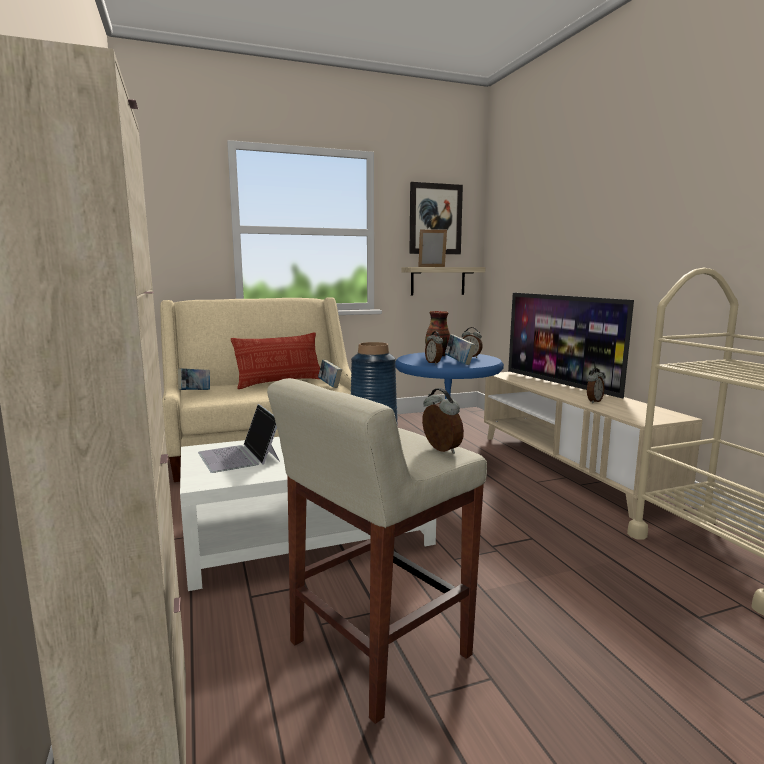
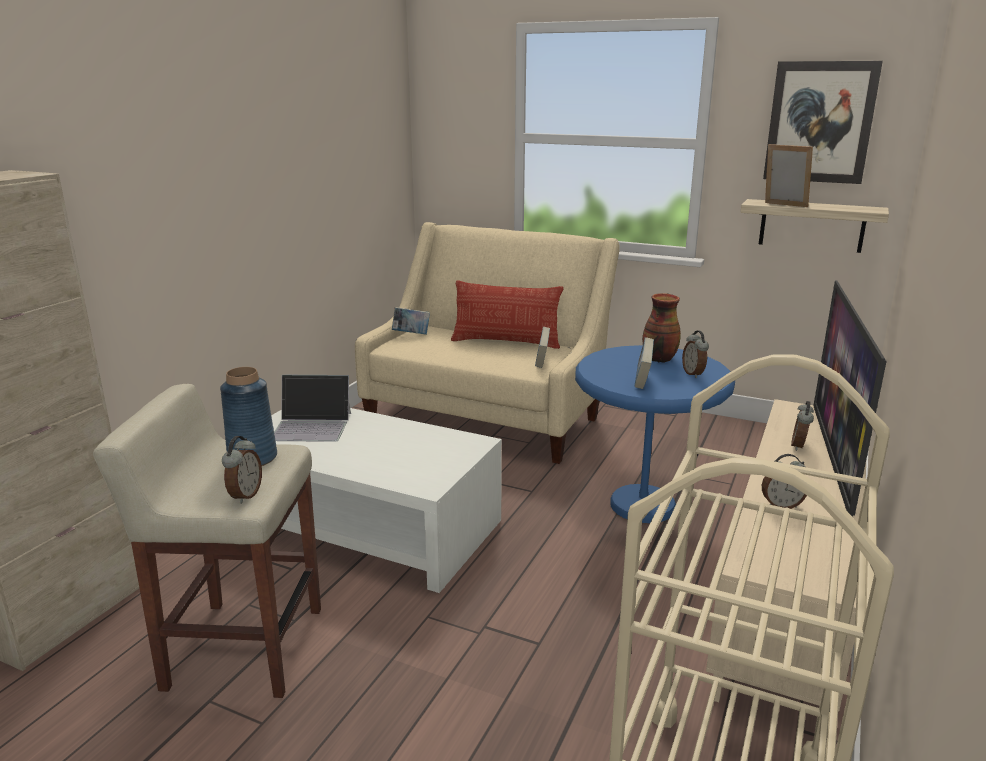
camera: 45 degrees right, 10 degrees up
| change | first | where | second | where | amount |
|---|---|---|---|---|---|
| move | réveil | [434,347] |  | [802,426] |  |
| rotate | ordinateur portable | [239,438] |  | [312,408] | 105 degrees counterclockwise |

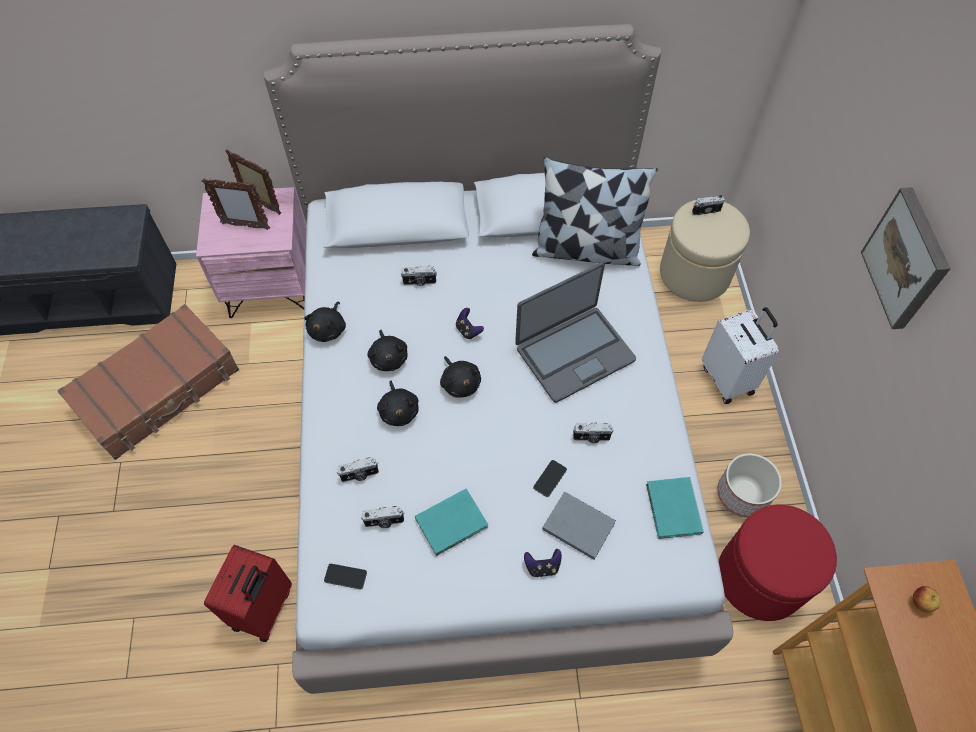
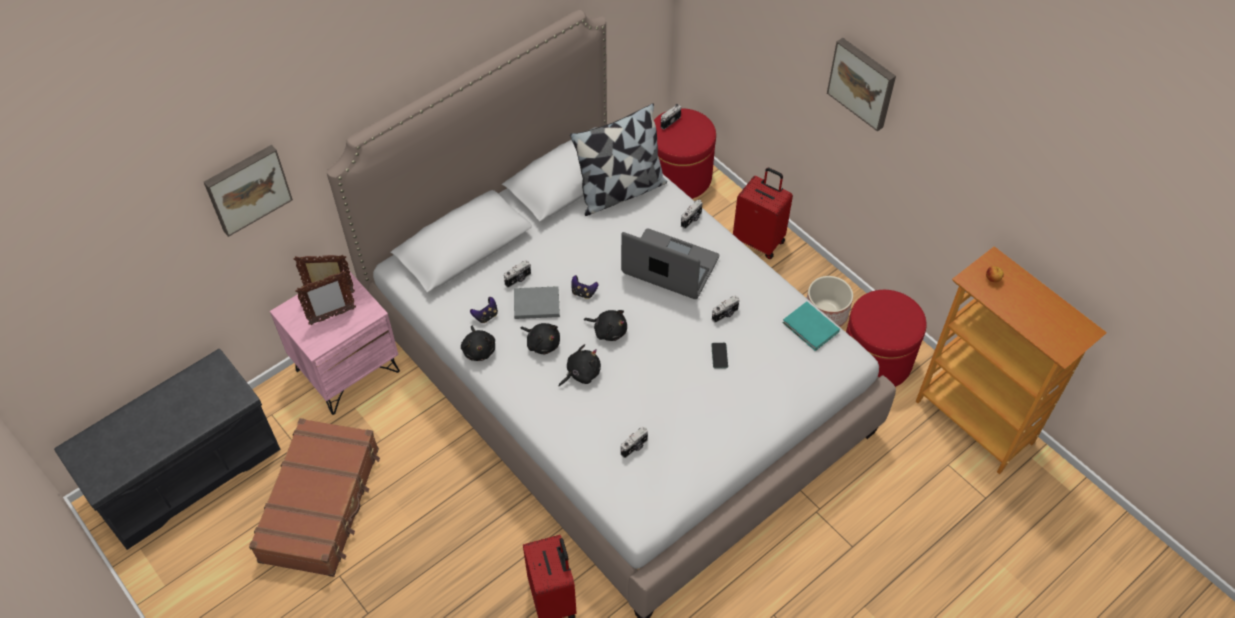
camera: 35 degrees left, 5 degrees down
| change | first | where | second | where | amount |
|---|---|---|---|---|---|
| recolor | pouf [beige] | [705,251] | pouf [rouge] | [685,153] |  |
| rotate | ordinateur portable | [575,332] |  | [670,263] | 90 degrees counterclockwise |
| recolor | valise [blanc] | [740,355] | valise [rouge] | [763,213] |  |
| rotate | peluche [noir] | [397,403] |  | [579,365] | 75 degrees counterclockwise |
| move | appareil photo | [358,469] |  | [691,214] |  |
| delete | livre [turquoise] | [451,522] |  |  |  |
| move | livre [gris] | [579,525] |  | [537,302] |  |
| move | manette | [543,563] |  | [484,310] |  |
| delete | téléphone | [345,576] |  |  |  |
| insert |  |  | tableau | [248,191] |  |

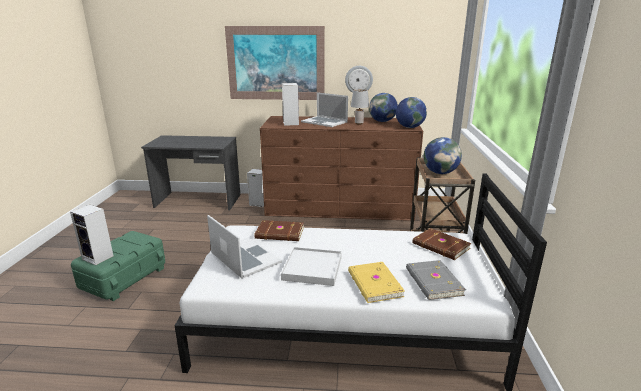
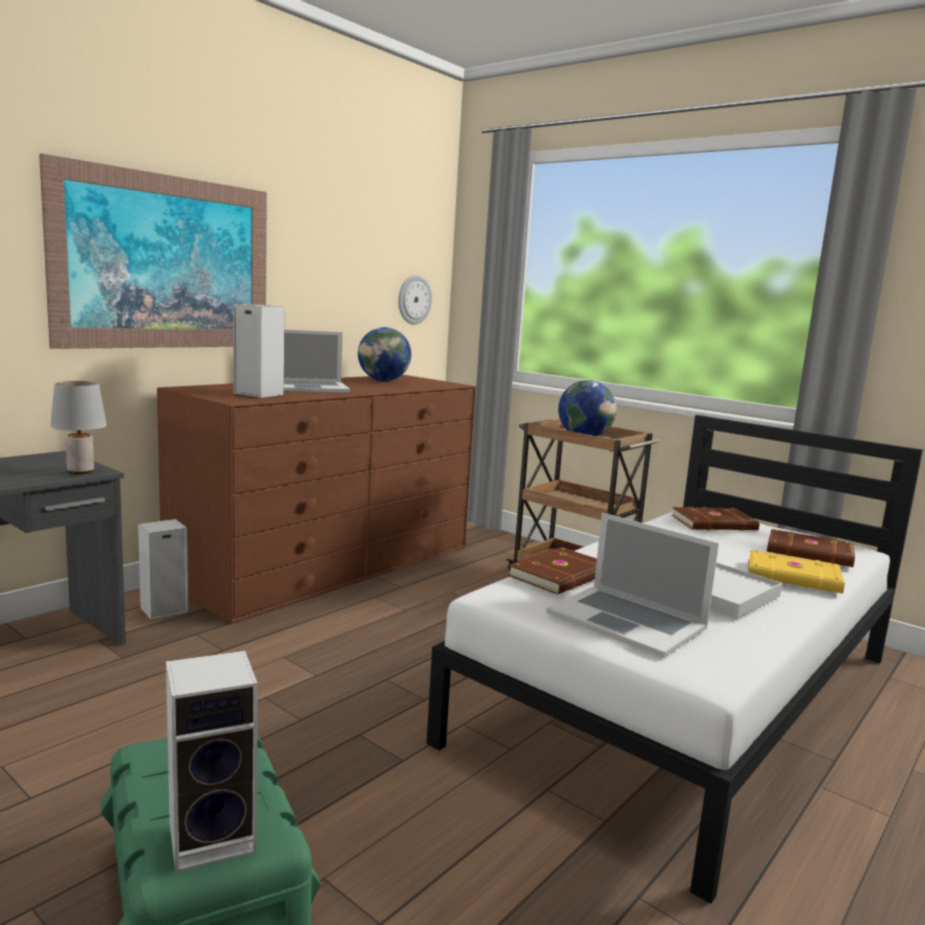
camera: 55 degrees left, 10 degrees down
| change | first | where | second | where | amount |
|---|---|---|---|---|---|
| move | horloge murale | [359,79] |  | [415,299] |  |
| move | lampe de table [gris] | [360,106] |  | [78,427] |  |
| delete | globe | [411,112] |  |  |  |
| rotate | ordinateur portable | [244,246] |  | [632,585] | 135 degrees counterclockwise |
| recolor | livre [gris] | [436,280] | livre [marron] | [811,548] |  |

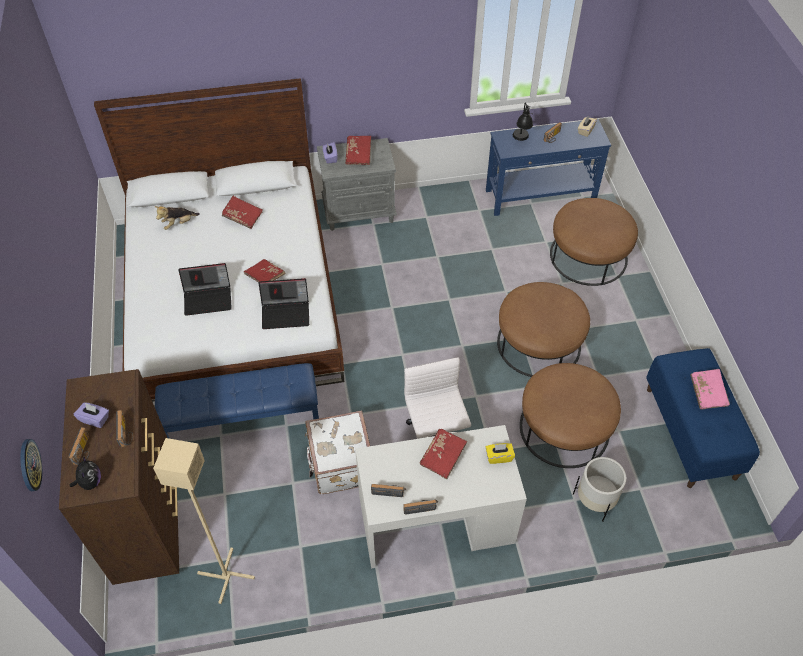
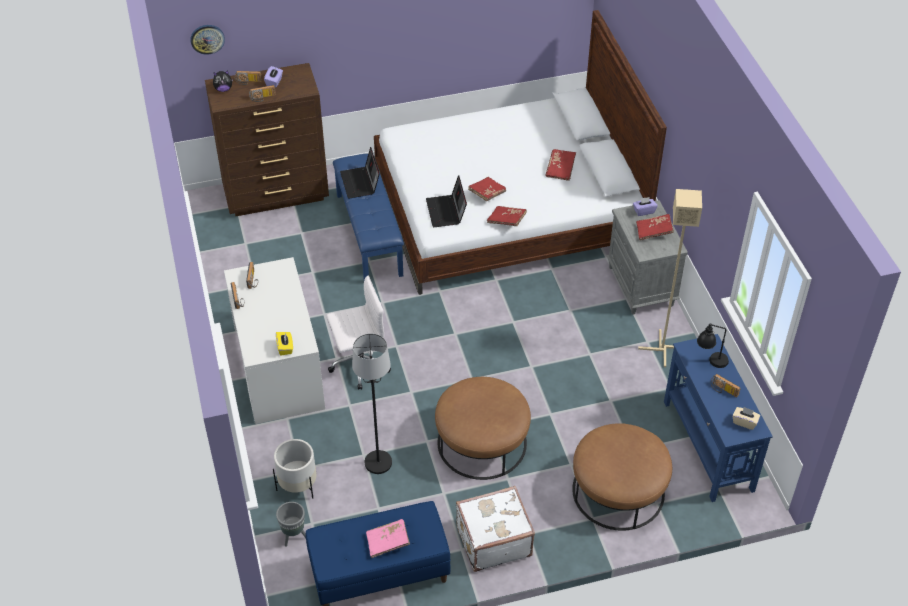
camera: 85 degrees right, 5 degrees down
| change | first | where | second | where | amount |
|---|---|---|---|---|---|
| delete | peluche | [177,218] |  |  |  |
| move | ordinateur portable | [205,289] |  | [360,172] |  |
| replace | pouf [marron] | [570,415] | lampadaire [noir] | [372,403] |  |
| move | valise [blanc] | [337,452] |  | [495,529] |  |
| move | livre [rouge] | [443,454] |  | [507,216] |  |
| move | lampadaire [beige] | [204,521] |  | [670,278] |  |
| insert |  |  | cache-pot [gris] | [291,524] |  |

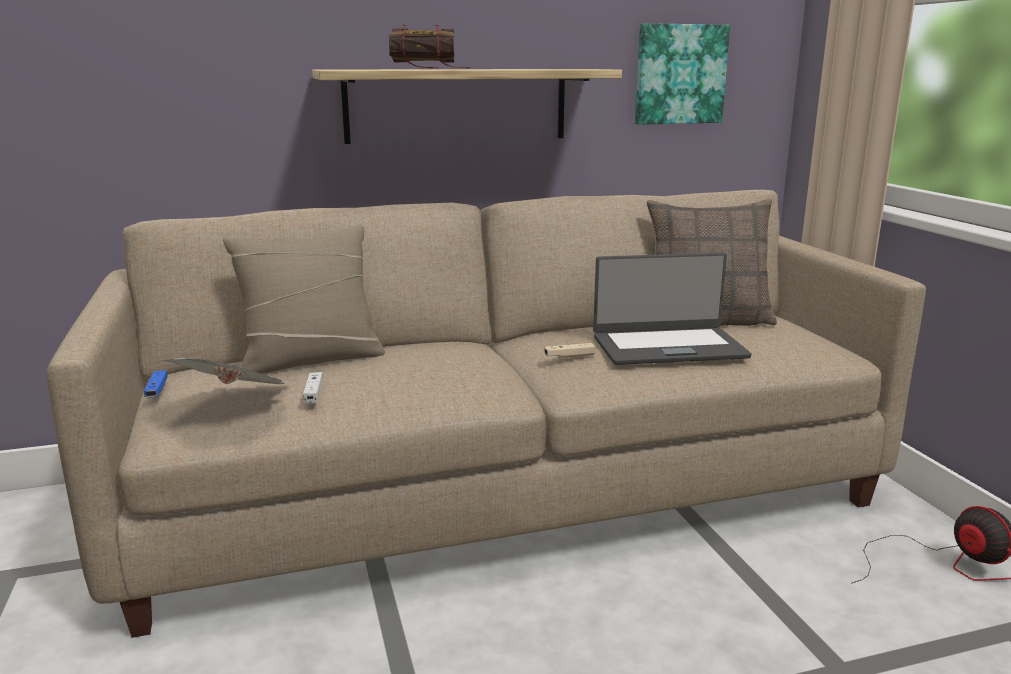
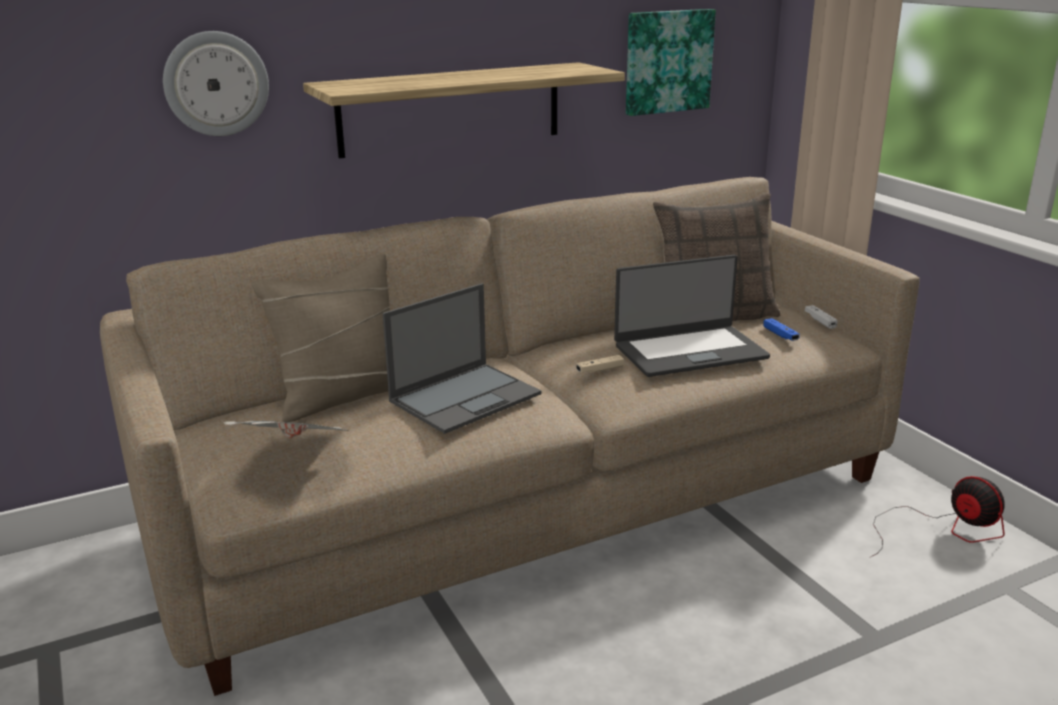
camera: 10 degrees left, 5 degrees up
| change | first | where | second | where | amount |
|---|---|---|---|---|---|
| delete | livre | [429,46] |  |  |  |
| move | manette [bleu] | [156,383] |  | [781,329] |  |
| move | manette [blanc] | [313,388] |  | [821,317] |  |
| insert |  |  | horloge murale | [216,83] |  |
| insert |  |  | ordinateur portable | [462,358] |  |

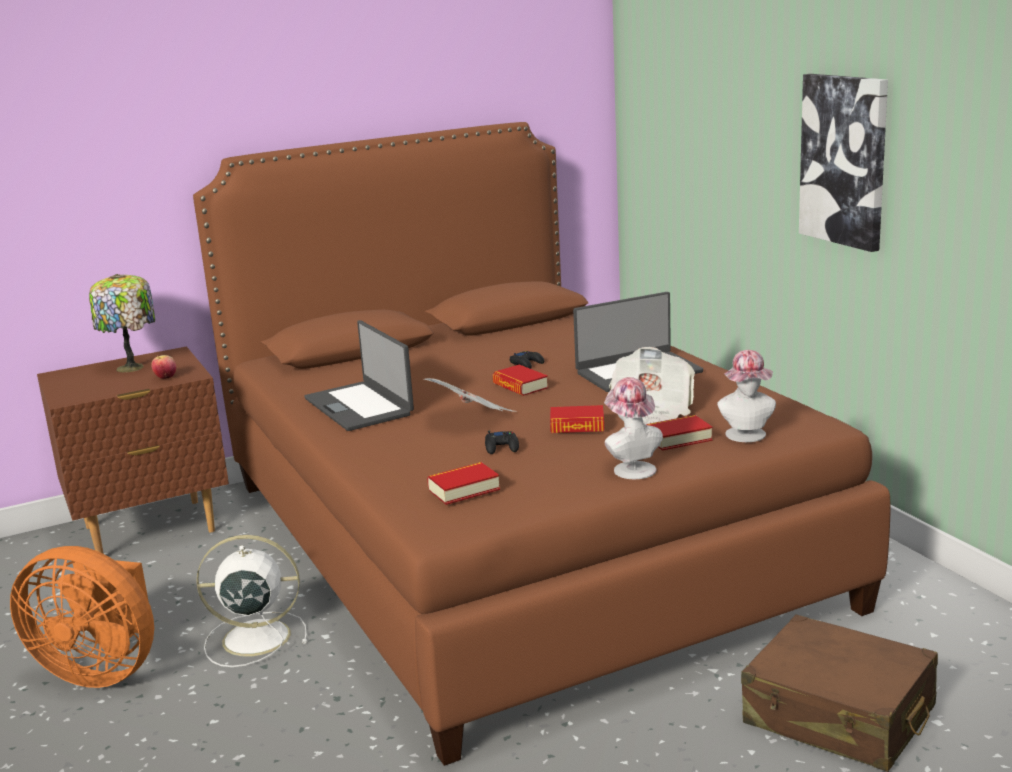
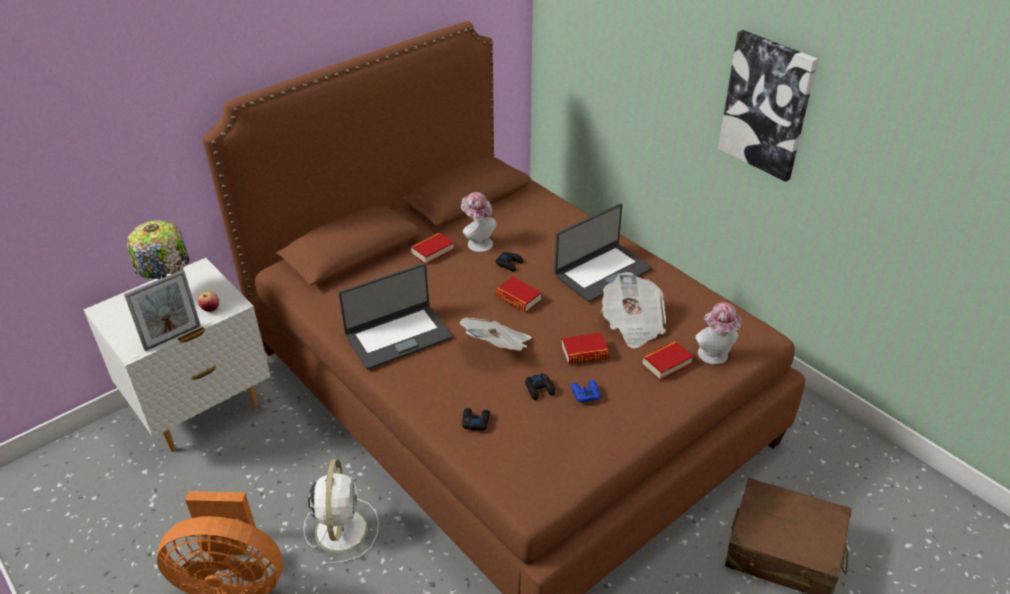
camera: 15 degrees left, 20 degrees up
| change | first | where | second | where | amount |
|---|---|---|---|---|---|
| rotate | ordinateur portable | [359,375] |  | [395,316] | 75 degrees counterclockwise |
| recolor | table de chevet [marron] | [133,450] | table de chevet [blanc] | [177,355] |  |
| move | chapeau | [633,428] |  | [478,222] |  |
| move | livre | [463,483] |  | [432,248] |  |
| rotate | ventilateur [blanc] | [251,601] |  | [341,512] | 105 degrees clockwise |
| insert |  |  | cadre photo | [162,310] |  |
| insert |  |  | manette [bleu] | [585,391] |  |
| insert |  |  | manette [noir] | [476,419] |  |

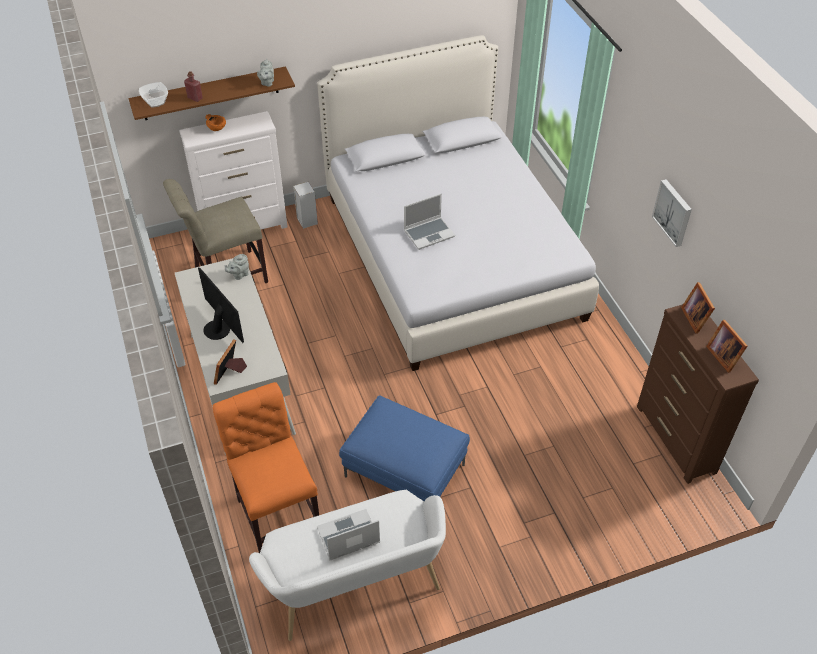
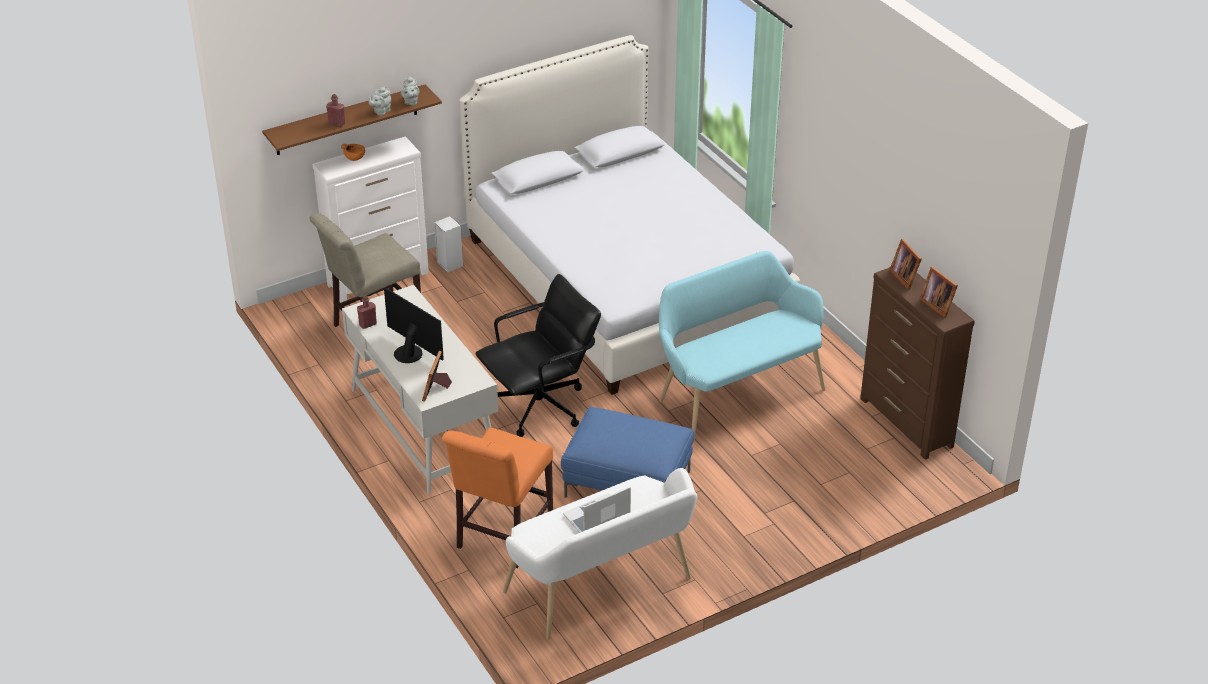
camera: 10 degrees left, 10 degrees down
| change | first | where | second | where | amount |
|---|---|---|---|---|---|
| delete | bol | [153,95] |  |  |  |
| delete | tableau | [672,213] |  |  |  |
| delete | ordinateur portable | [429,222] |  |  |  |
| move | théière [gris] | [237,267] |  | [379,101] |  |
| rotate | chaise [orange] | [266,467] |  | [497,497] | 120 degrees counterclockwise |
| insert |  |  | banc [turquoise] | [742,347] |  |
| insert |  |  | chaise de bureau [noir] | [538,355] |  |
| insert |  |  | bouteille [rouge] | [367,312] |  |

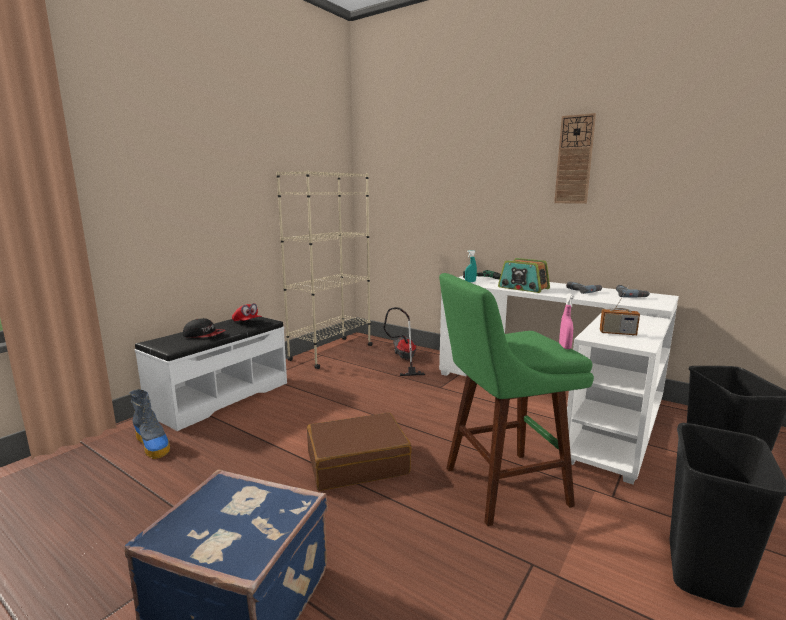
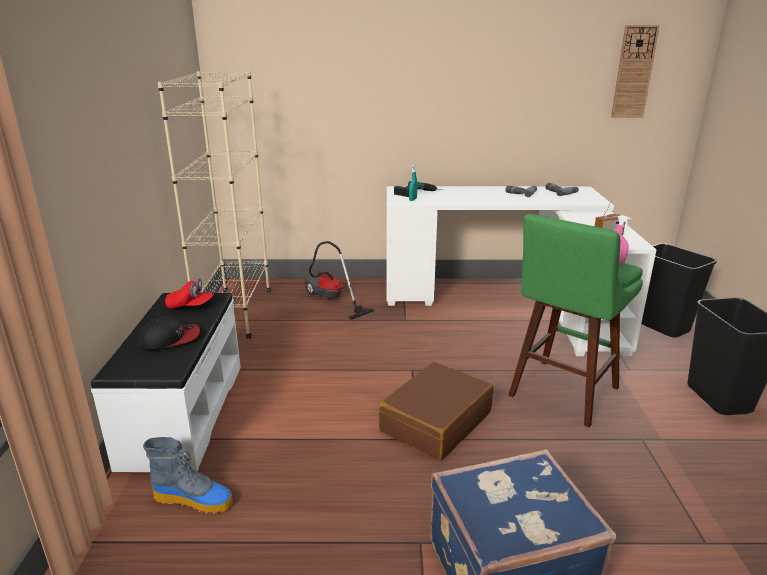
camera: 35 degrees left, 10 degrees up
| change | first | where | second | where | amount |
|---|---|---|---|---|---|
| move | horloge murale | [575,158] |  | [635,71] |  |
| delete | radio | [524,275] |  |  |  |

